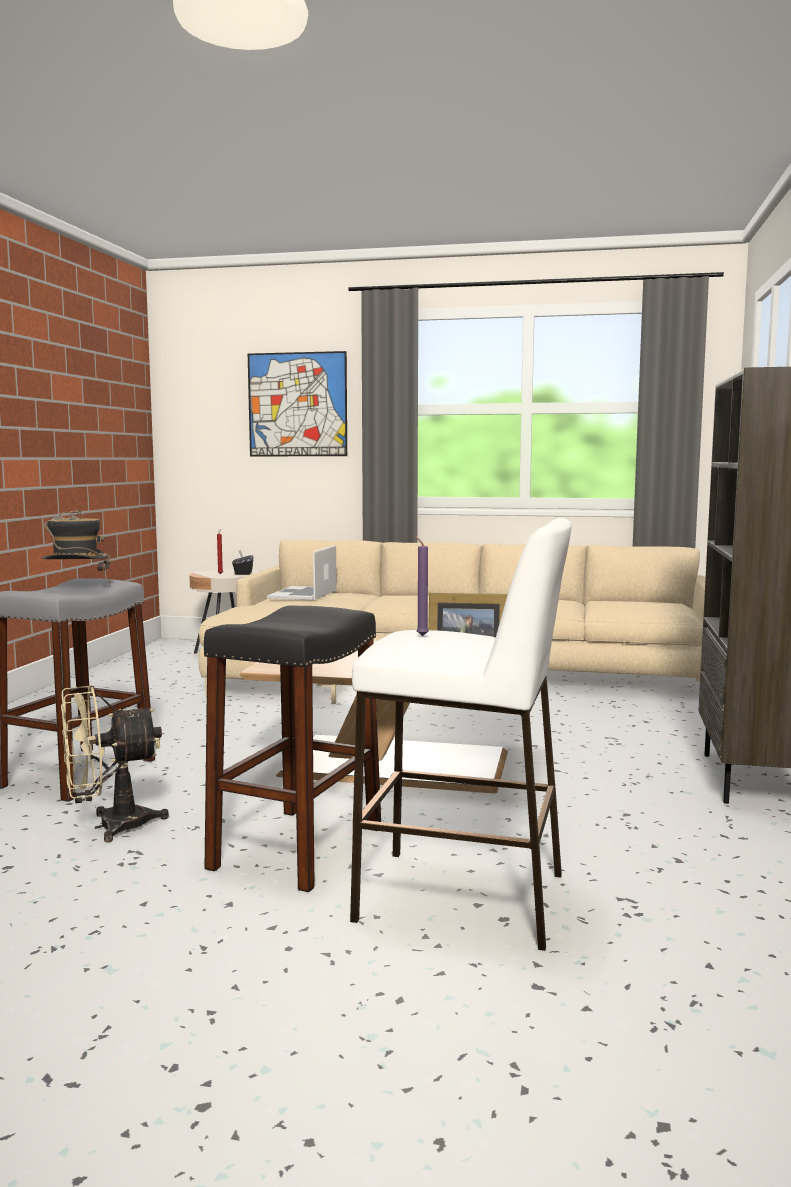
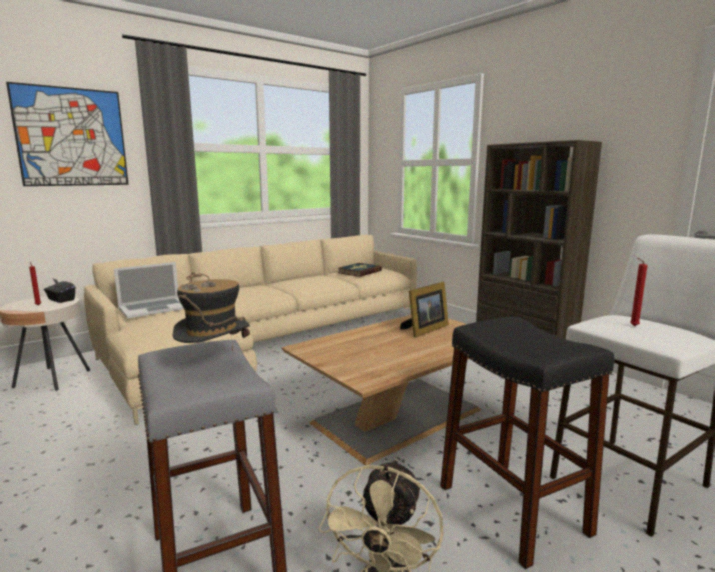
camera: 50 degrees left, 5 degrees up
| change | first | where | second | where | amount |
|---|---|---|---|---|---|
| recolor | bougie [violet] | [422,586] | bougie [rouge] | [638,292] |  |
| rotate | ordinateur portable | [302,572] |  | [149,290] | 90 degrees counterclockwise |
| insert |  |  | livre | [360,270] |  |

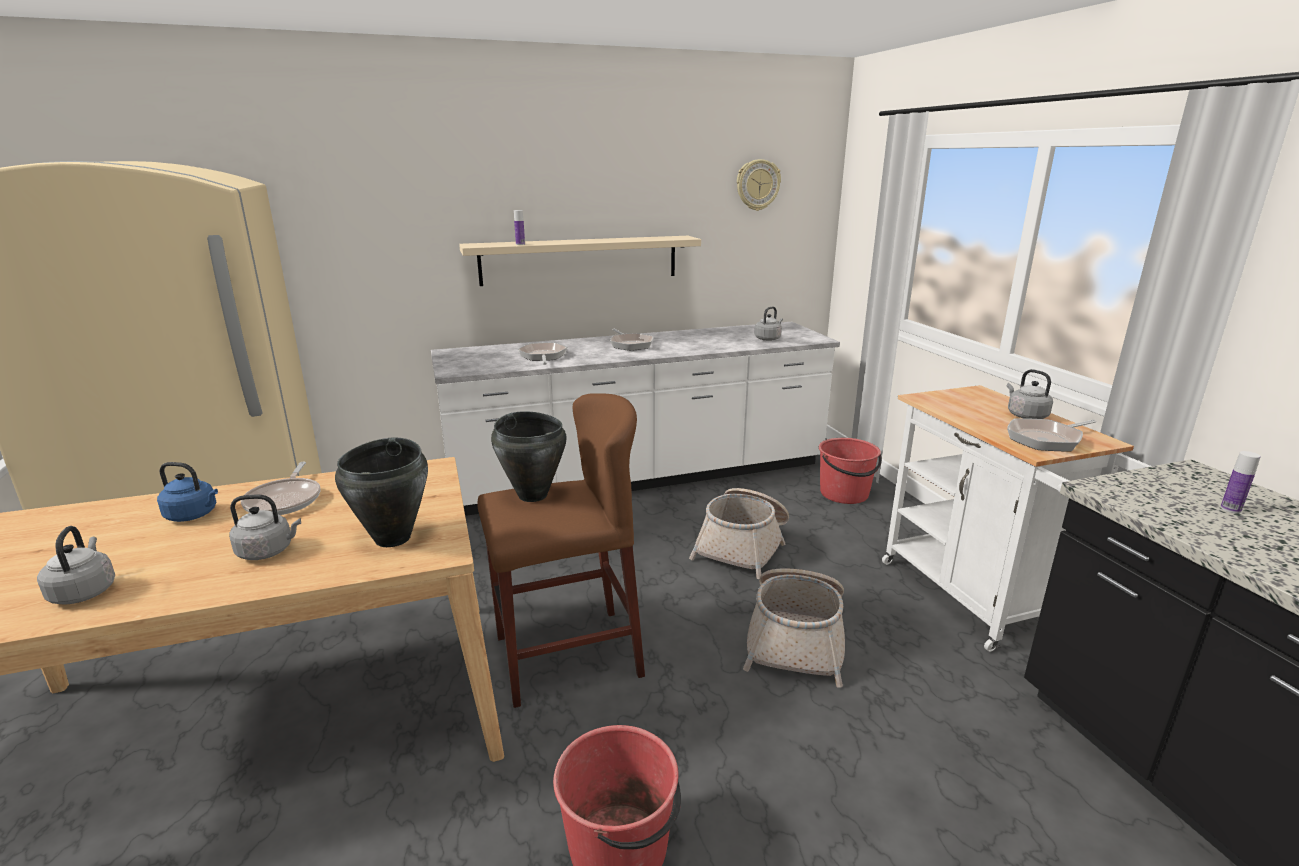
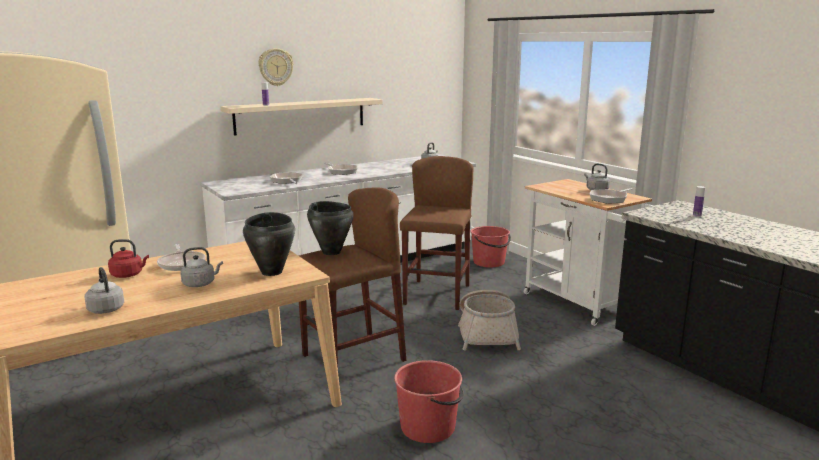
camera: 15 degrees left, 5 degrees down
| change | first | where | second | where | amount |
|---|---|---|---|---|---|
| move | horloge murale | [759,185] |  | [276,67] |  |
| recolor | bouilloire [bleu] | [187,492] | bouilloire [rouge] | [128,258] |  |
| replace | panier | [739,533] | tabouret [marron] | [436,233] |  |

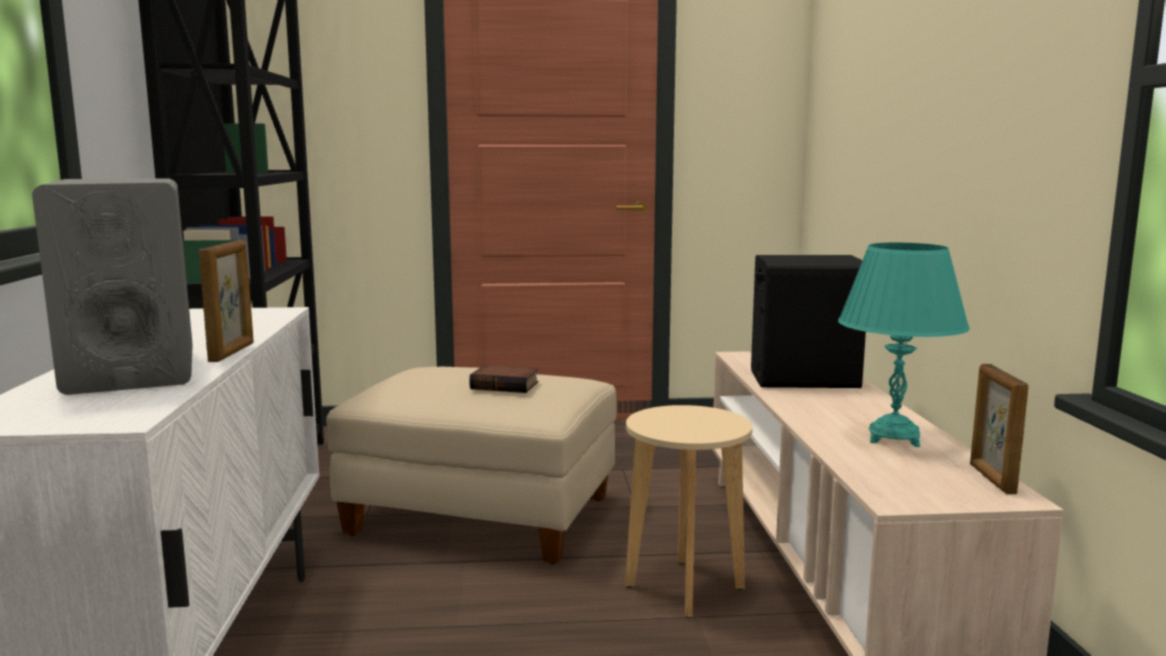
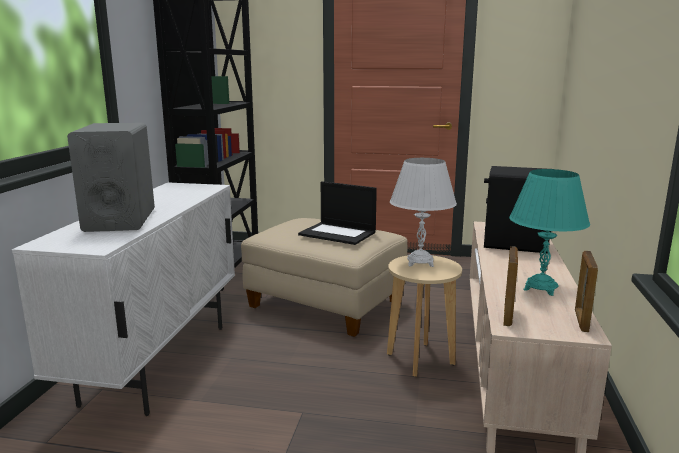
camera: 15 degrees right, 5 degrees up
| change | first | where | second | where | amount |
|---|---|---|---|---|---|
| move | cadre photo | [226,301] |  | [510,286] |  |
| replace | livre | [503,379] | ordinateur portable | [337,213] |  |
| insert |  |  | lampe de table [blanc] | [423,212] |  |

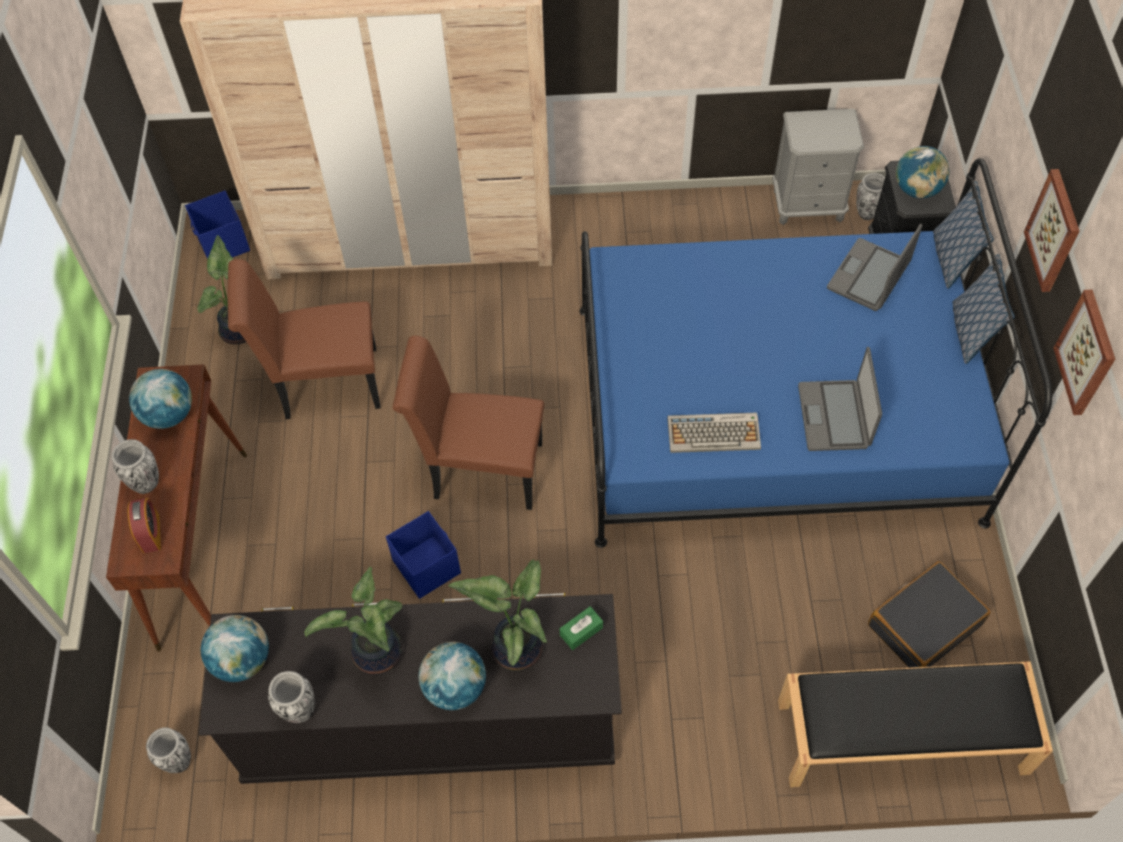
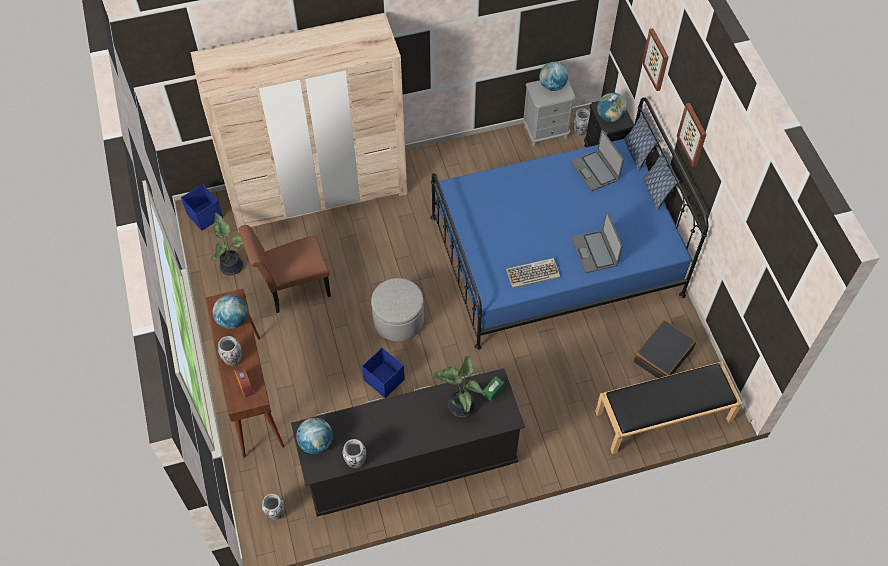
camera: 15 degrees left, 0 degrees up
| change | first | where | second | where | amount |
|---|---|---|---|---|---|
| rotate | ordinateur portable | [874,267] |  | [597,160] | 45 degrees counterclockwise |
| move | tableau | [1084,352] |  | [655,59] |  |
| replace | chaise [marron] | [468,423] | pouf [gris] | [397,310] |  |
| delete | plante en pot | [353,621] |  |  |  |
| move | globe | [452,676] |  | [553,76] |  |

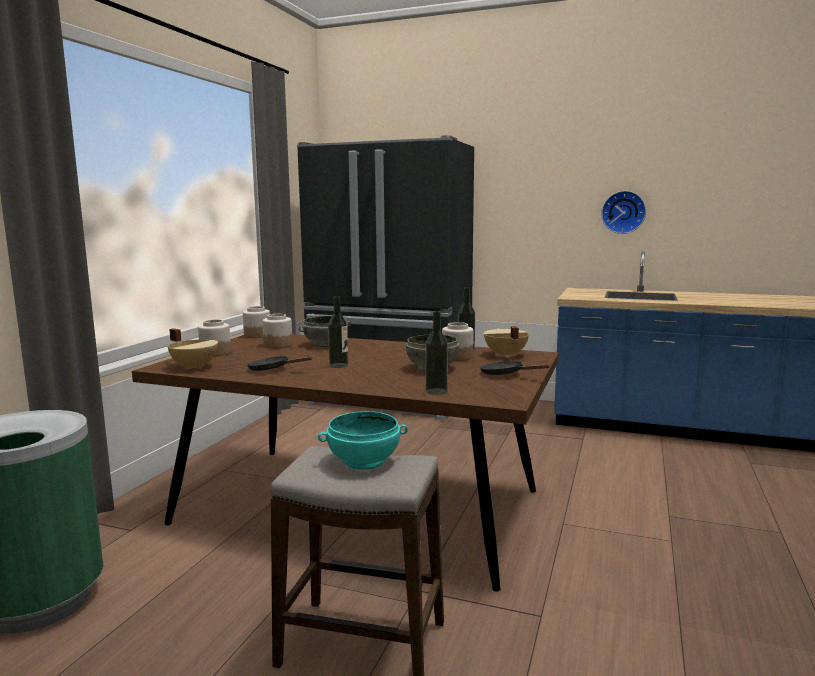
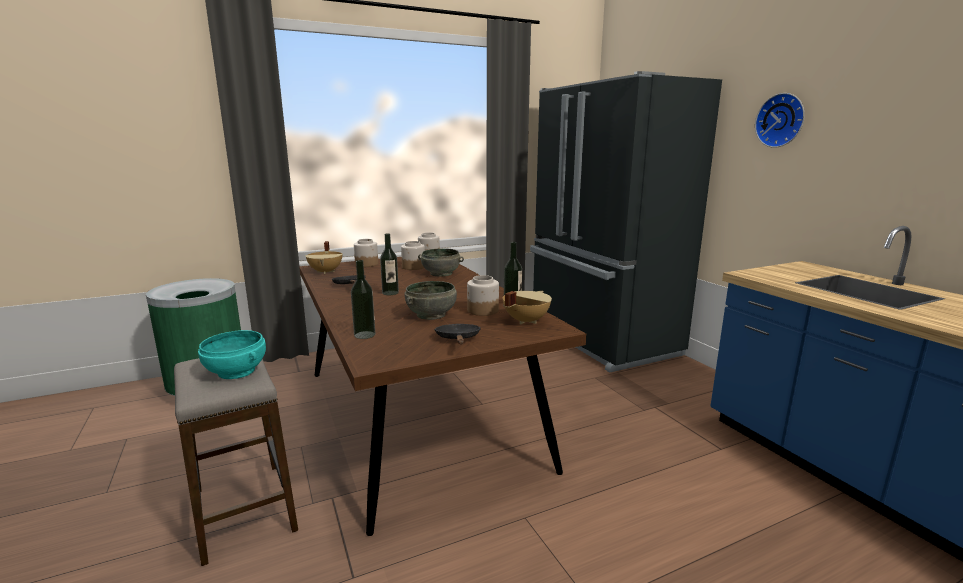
camera: 45 degrees right, 5 degrees up
| change | first | where | second | where | amount |
|---|---|---|---|---|---|
| move | horloge murale | [623,212] |  | [780,120] |  |

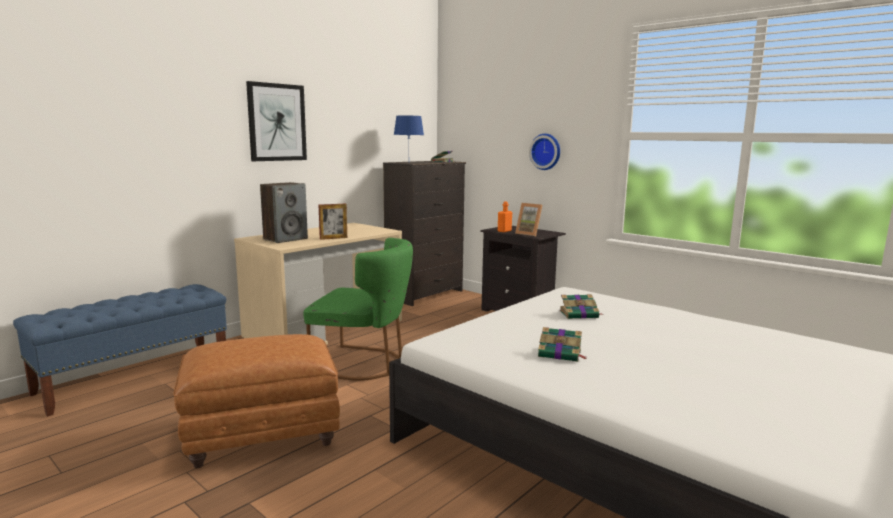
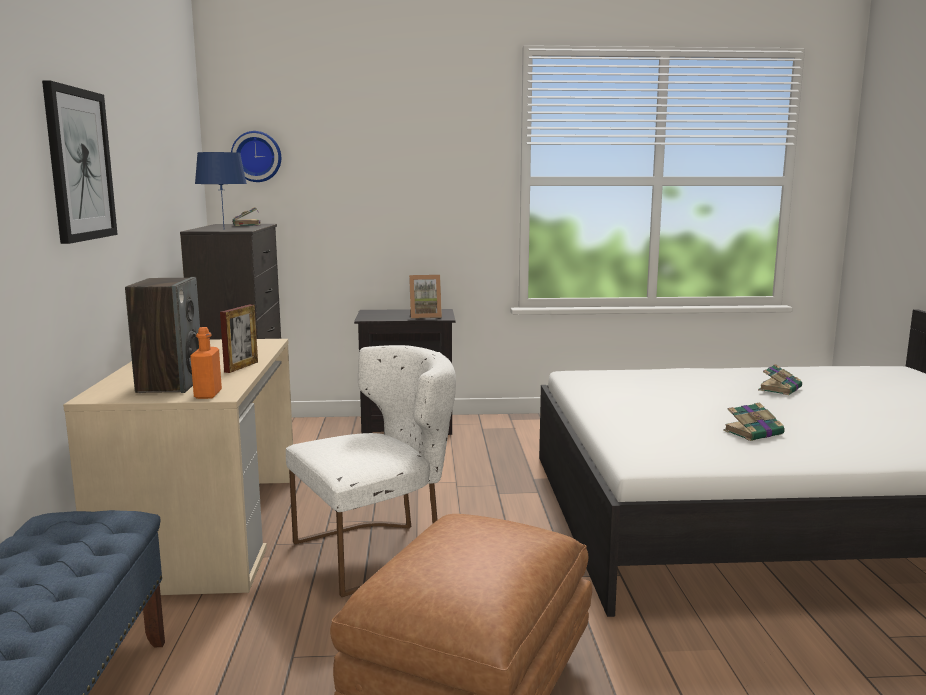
camera: 45 degrees left, 0 degrees up
| change | first | where | second | where | amount |
|---|---|---|---|---|---|
| move | horloge murale | [544,152] |  | [256,156] |  |
| move | bouteille [orange] | [505,216] |  | [206,363] |  |
| recolor | chaise [vert] | [358,309] | chaise [blanc] | [371,471] |  |
| move | livre | [580,306] |  | [780,379] |  |

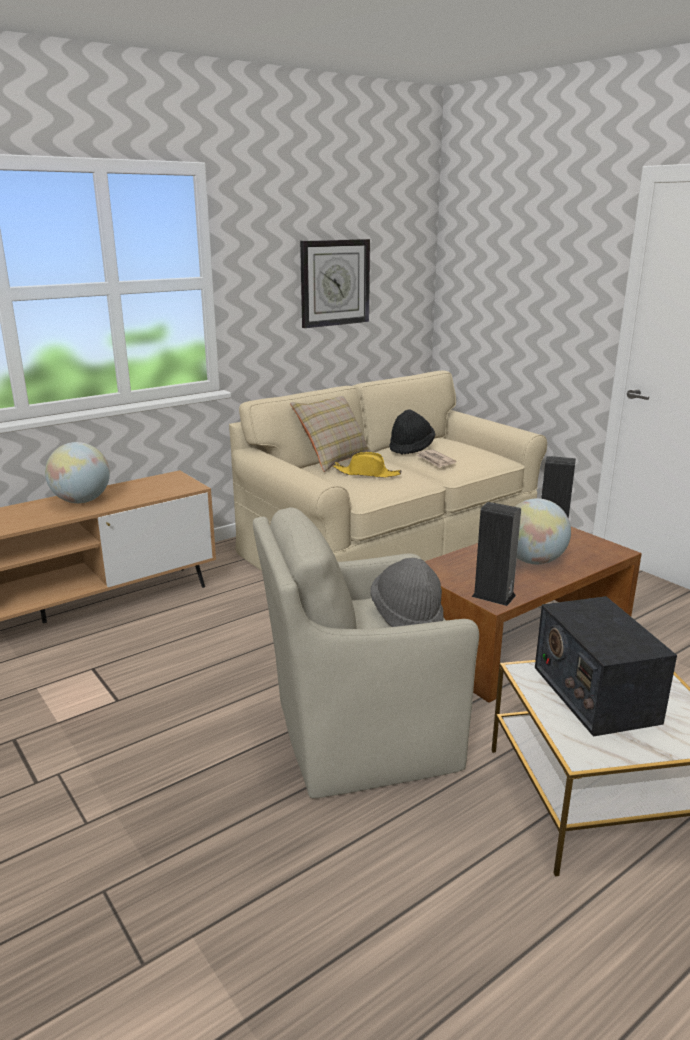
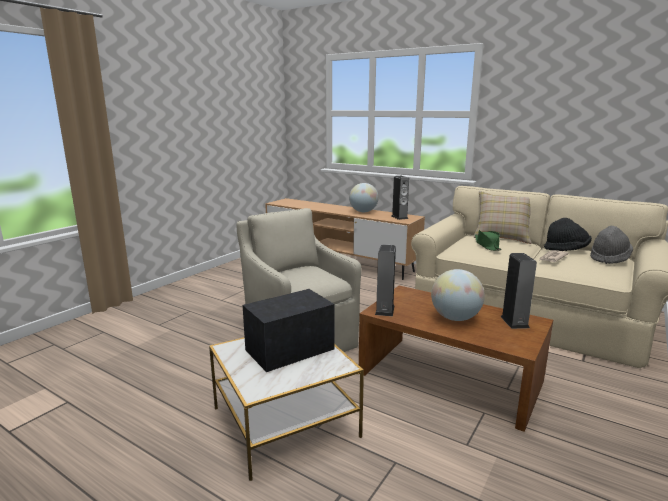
camera: 70 degrees right, 5 degrees down
| change | first | where | second | where | amount |
|---|---|---|---|---|---|
| delete | horloge murale | [335,283] |  |  |  |
| recolor | chapeau [jaune] | [367,465] | chapeau [vert] | [488,240] |  |
| move | chapeau [gris] | [407,592] |  | [611,245] |  |
| insert |  |  | enceinte | [400,198] |  |

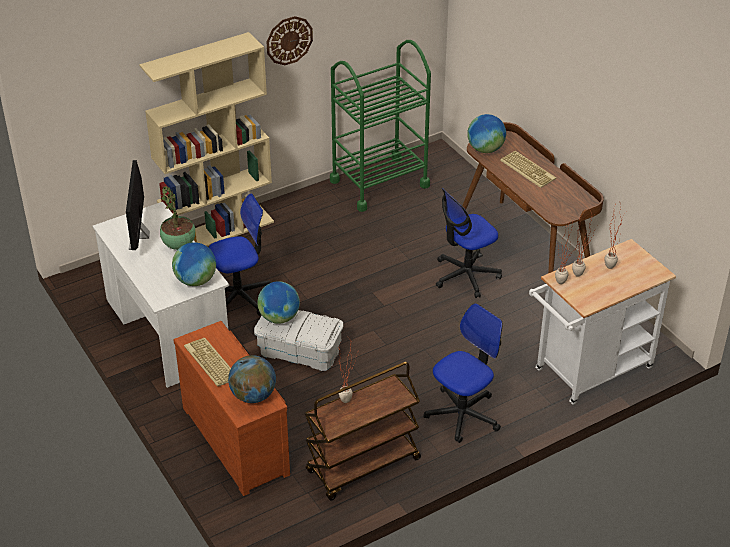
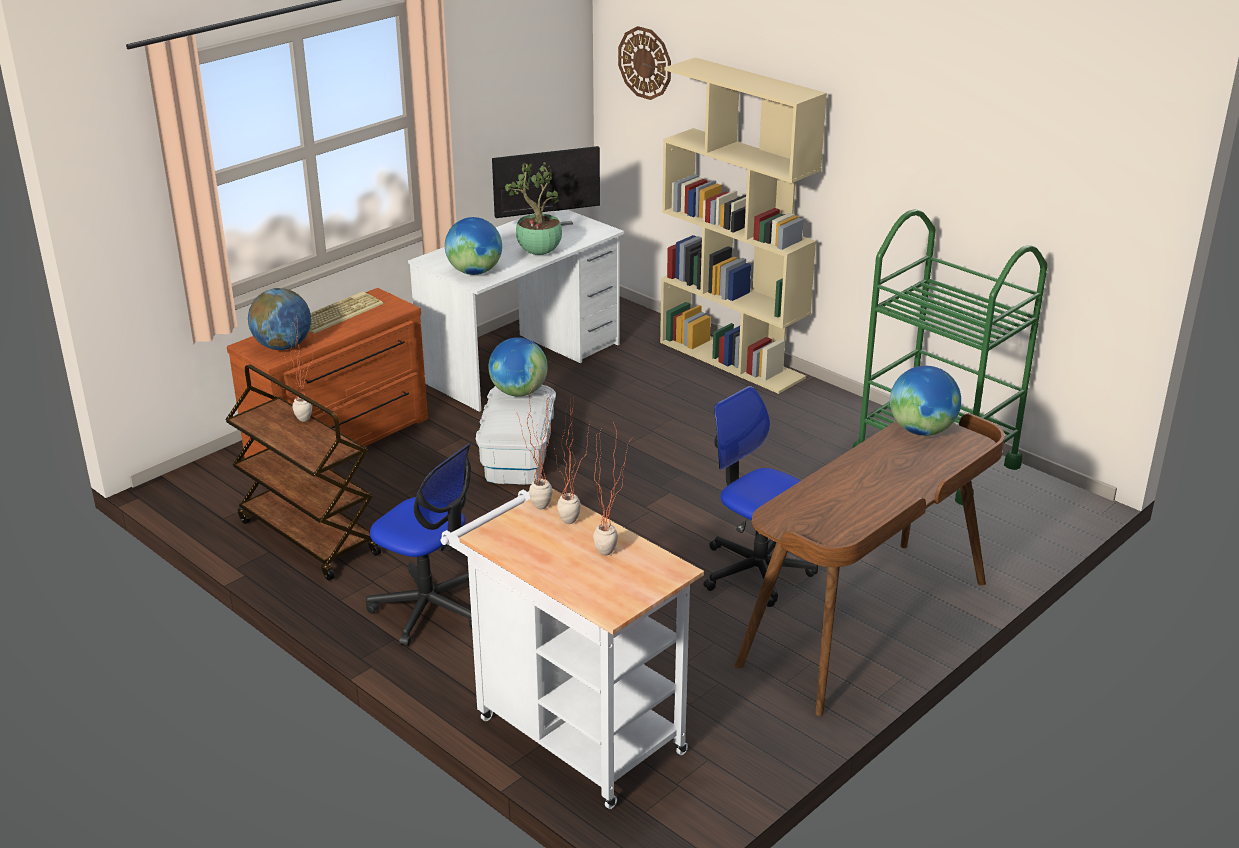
camera: 75 degrees right, 10 degrees down
| change | first | where | second | where | amount |
|---|---|---|---|---|---|
| move | horloge murale | [290,40] |  | [644,63] |  |
| delete | clavier | [528,169] |  |  |  |
| delete | chaise de bureau | [240,254] |  |  |  |

